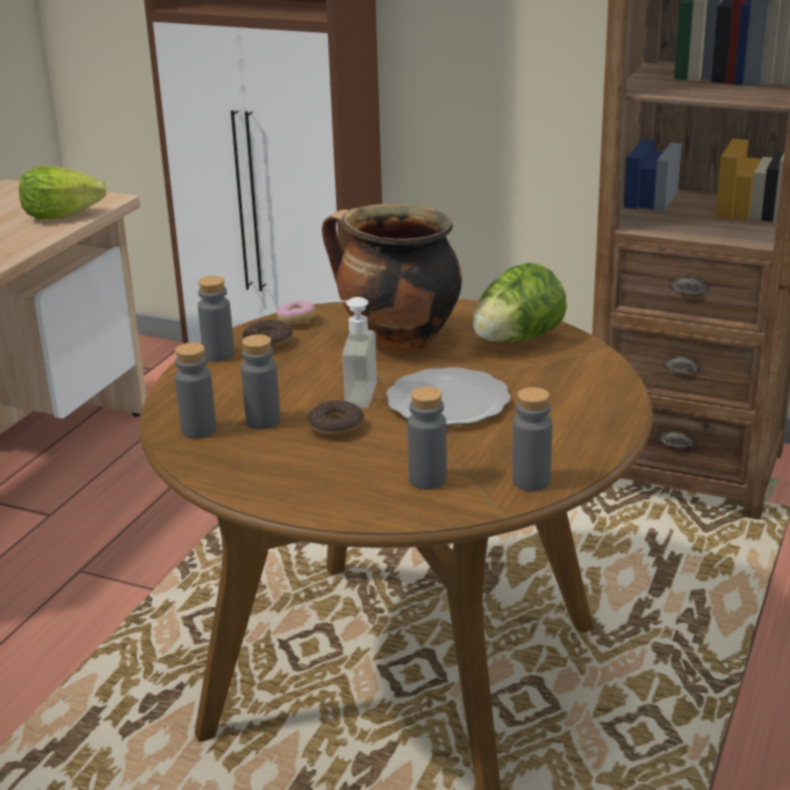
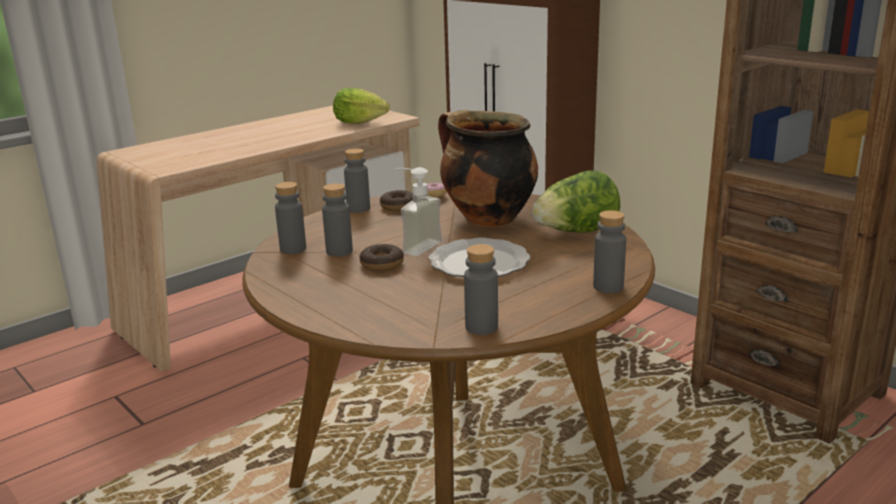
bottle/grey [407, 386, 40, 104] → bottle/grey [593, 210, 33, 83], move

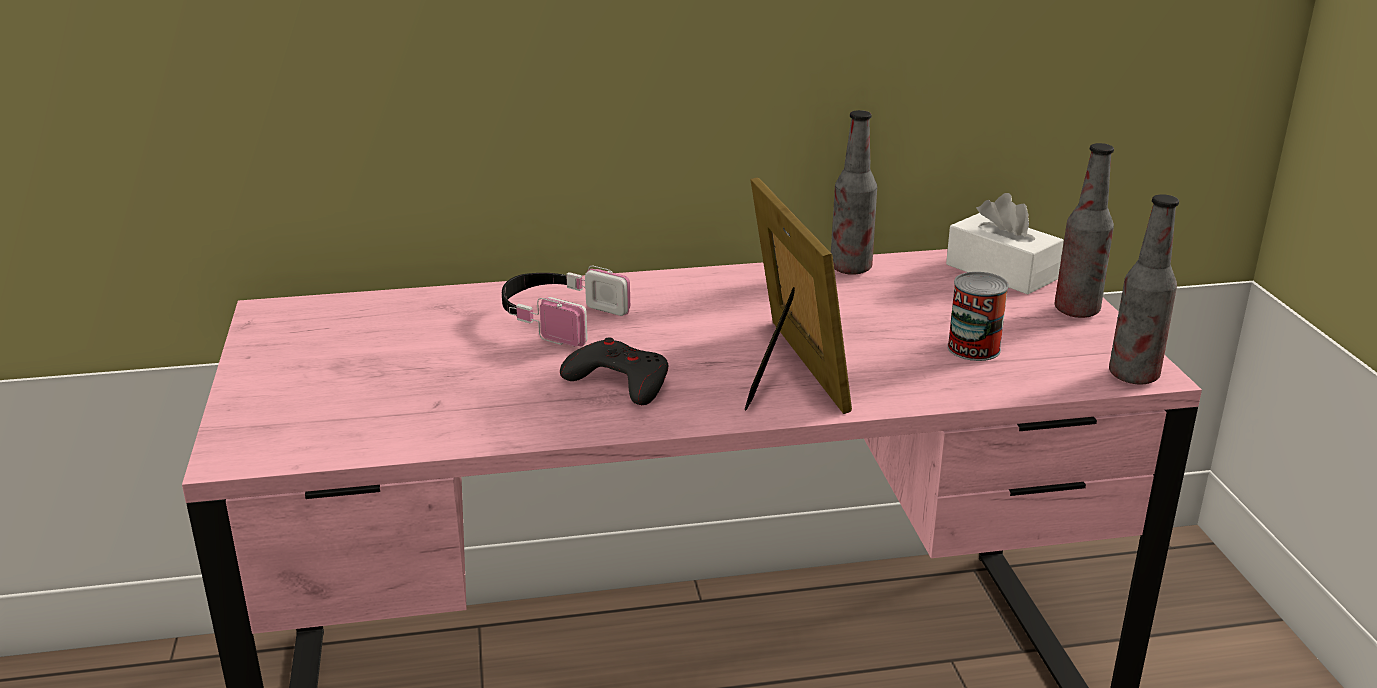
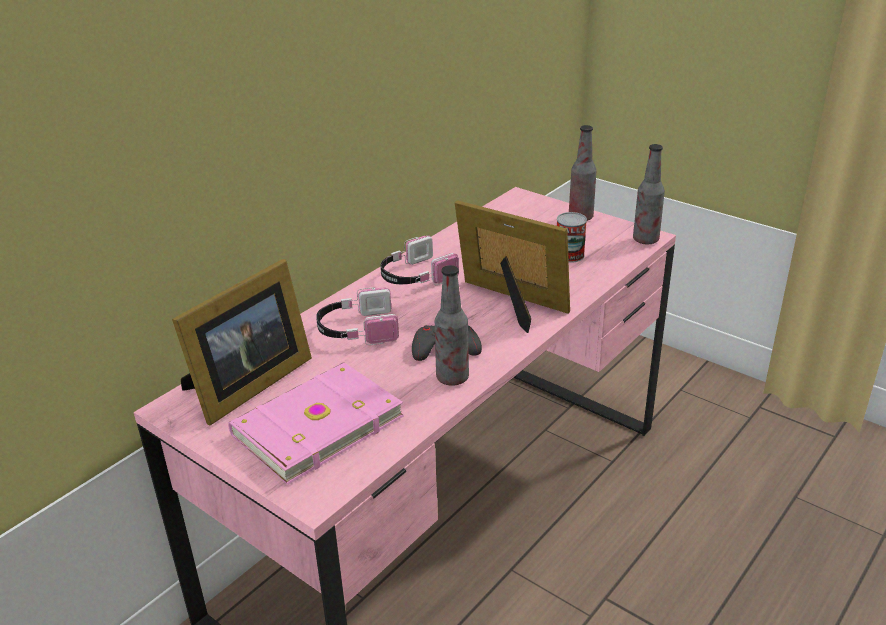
bottle [831, 110, 46, 165] → bottle [435, 265, 34, 121], move
tissue box/white [946, 193, 118, 102] → -
- → headphones [380, 235, 79, 50]
- → picture frame [172, 259, 140, 166]
- → book/pink [228, 362, 176, 123]

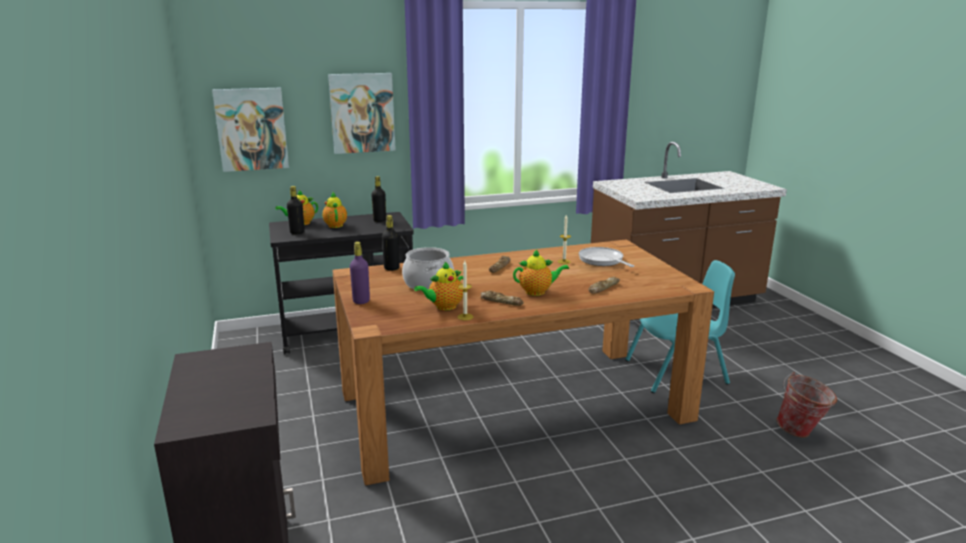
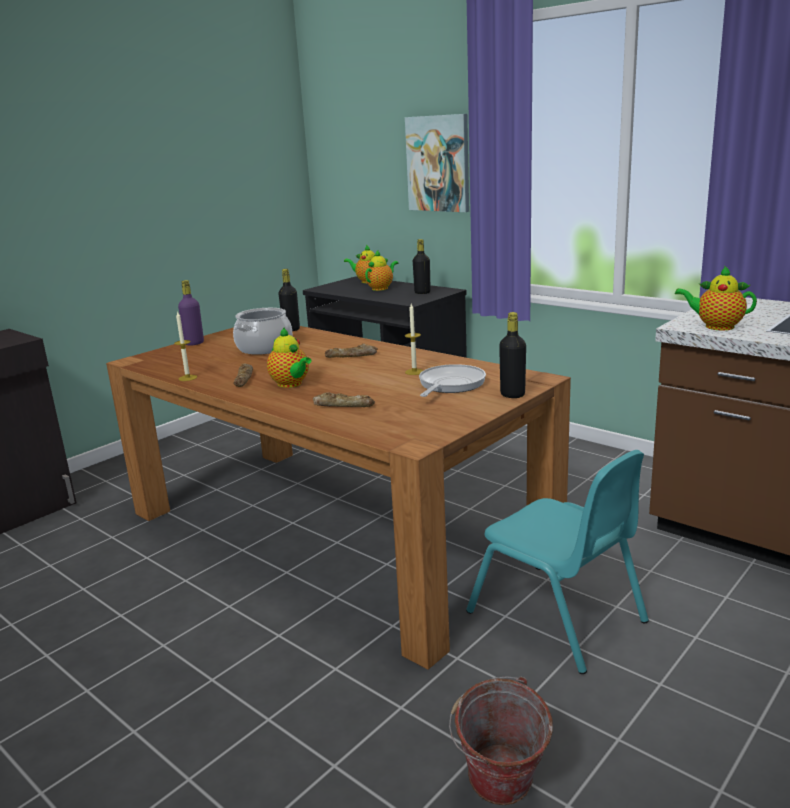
picture [212, 88, 77, 84] → -
bottle/black [287, 186, 18, 48] → bottle/black [499, 312, 27, 86], move
teapot [414, 261, 49, 50] → teapot [675, 265, 82, 65], move

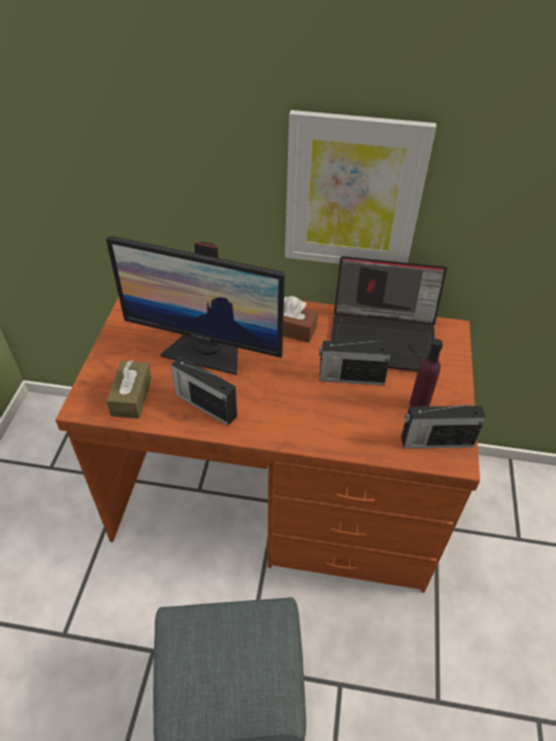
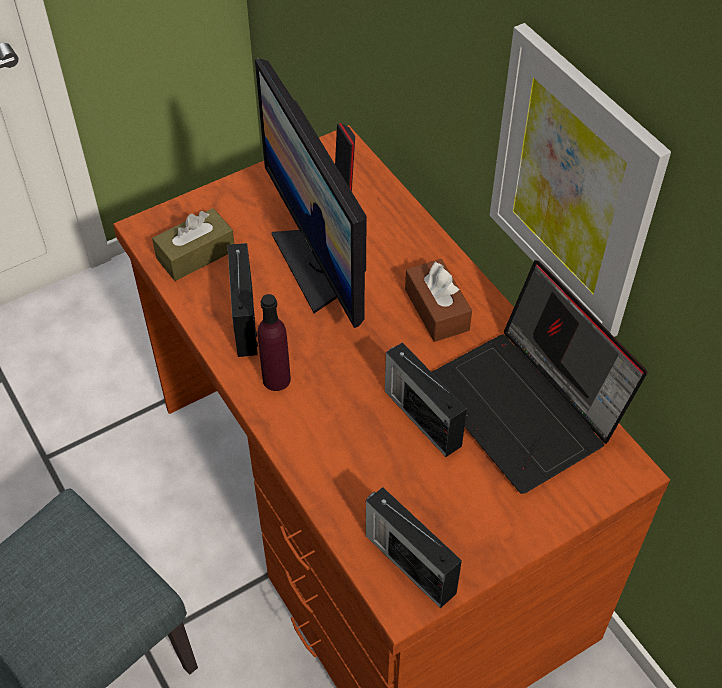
bottle/purple [410, 339, 33, 68] → bottle/purple [257, 294, 34, 97], move

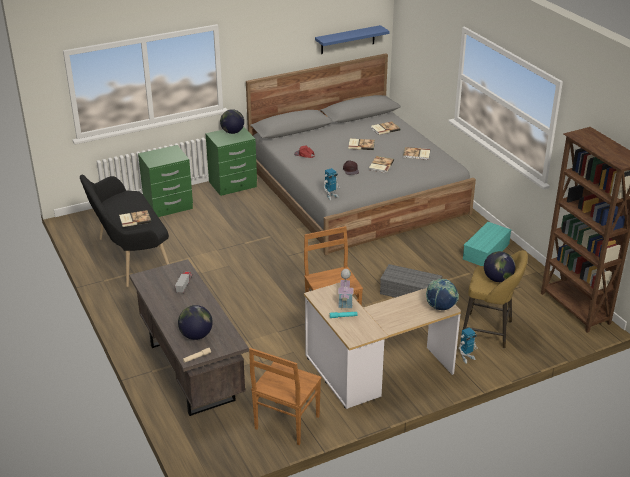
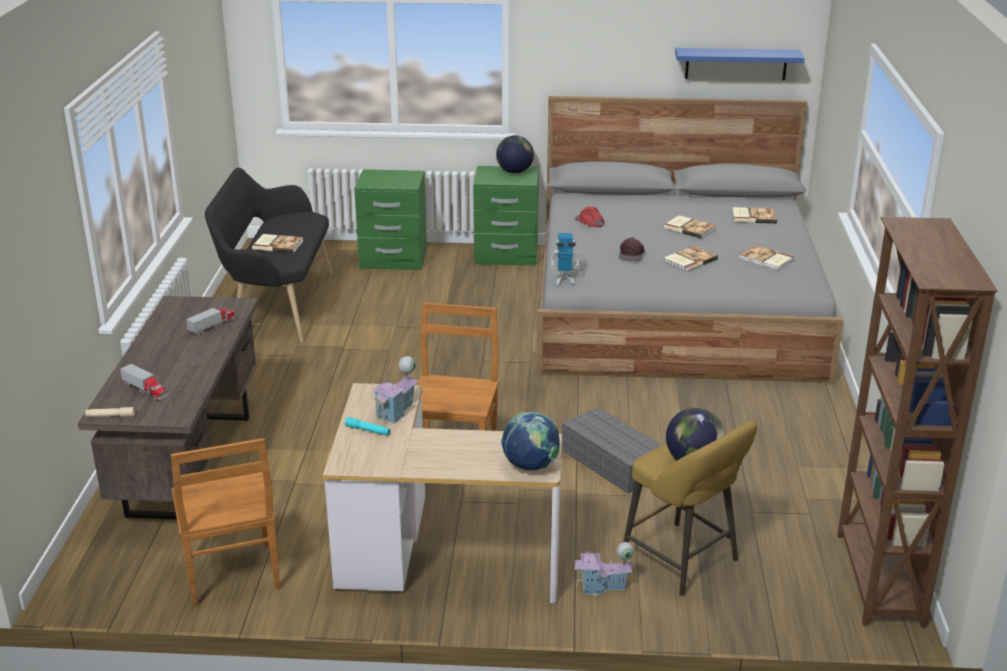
storage box/turquoise [463, 222, 48, 44] → -
globe [178, 305, 35, 35] → toy truck [120, 364, 48, 36]
toy robot [458, 327, 20, 37] → toy house [575, 541, 59, 55]
chair/brown [249, 348, 73, 97] → chair/brown [171, 438, 109, 169], 75 degrees counterclockwise

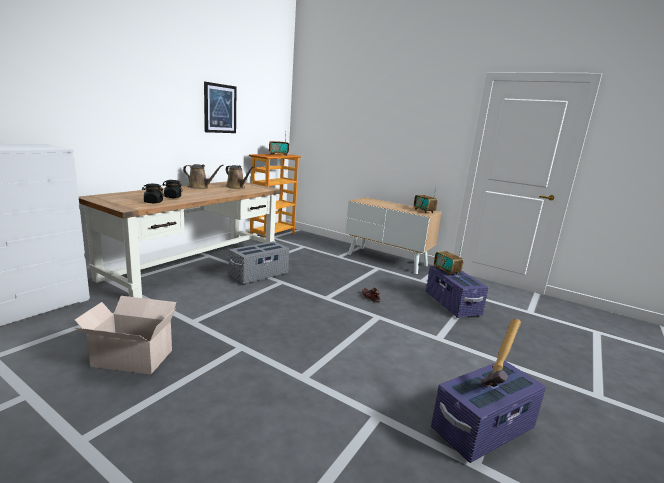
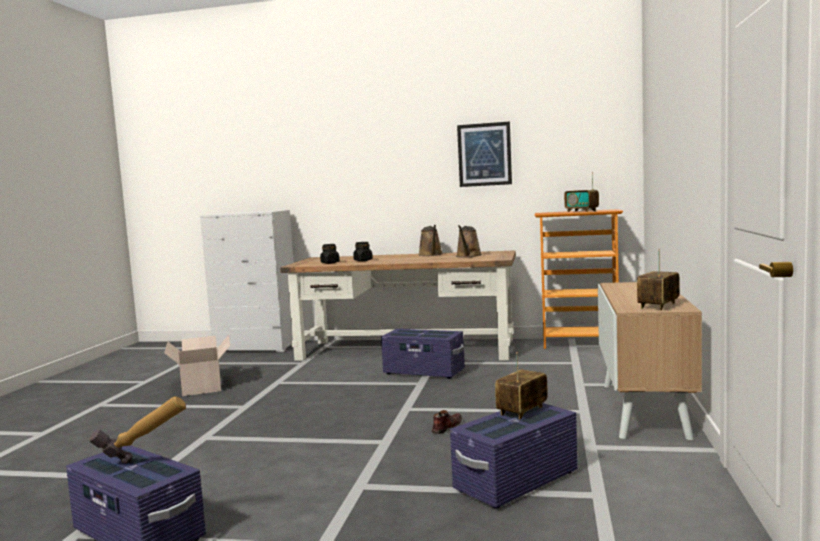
storage box/grey [229, 241, 61, 44] → storage box/purple [381, 329, 84, 50]

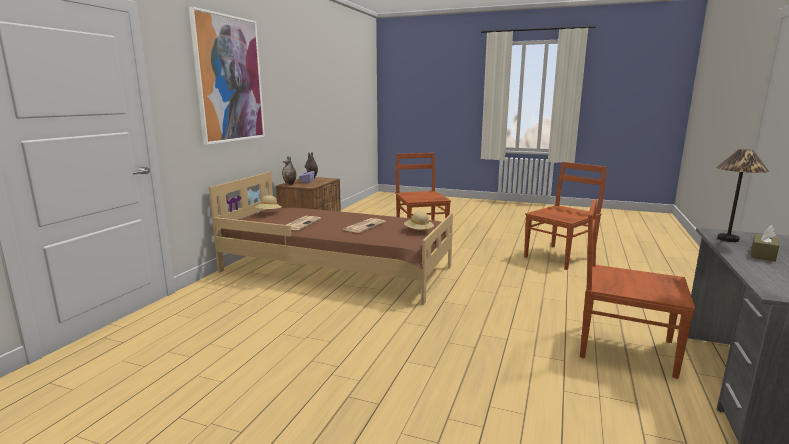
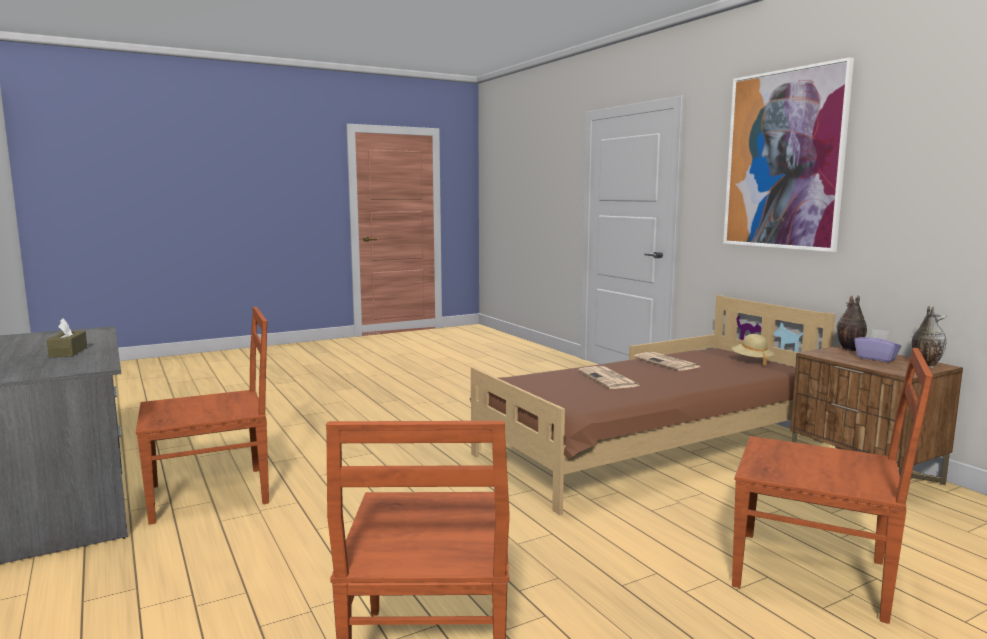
table lamp [716, 149, 53, 93] → -
hat/beige [404, 211, 30, 24] → -

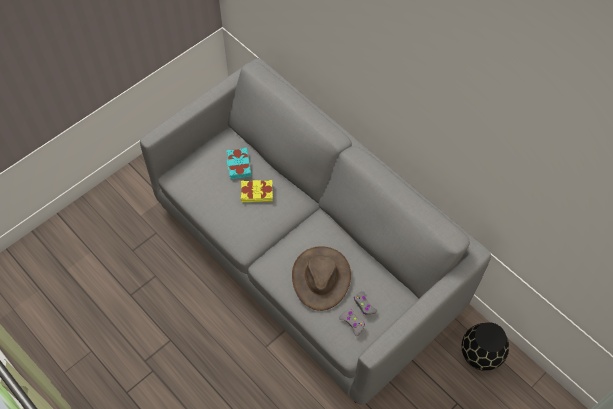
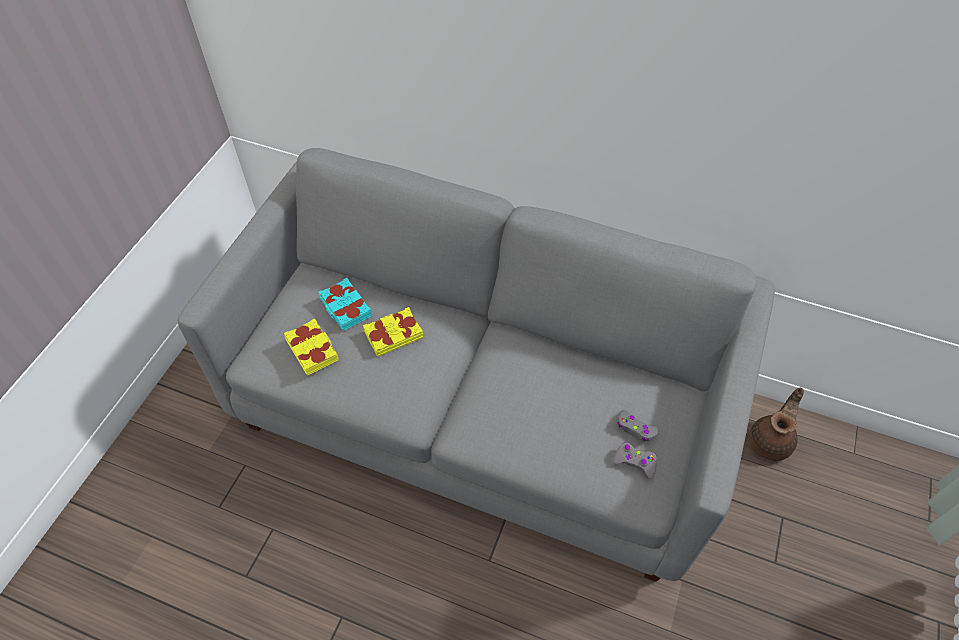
hat/brown [292, 246, 59, 65] → -
vase/black [462, 322, 47, 49] → teapot/brown [749, 387, 55, 74]
- → book/yellow [284, 318, 55, 58]

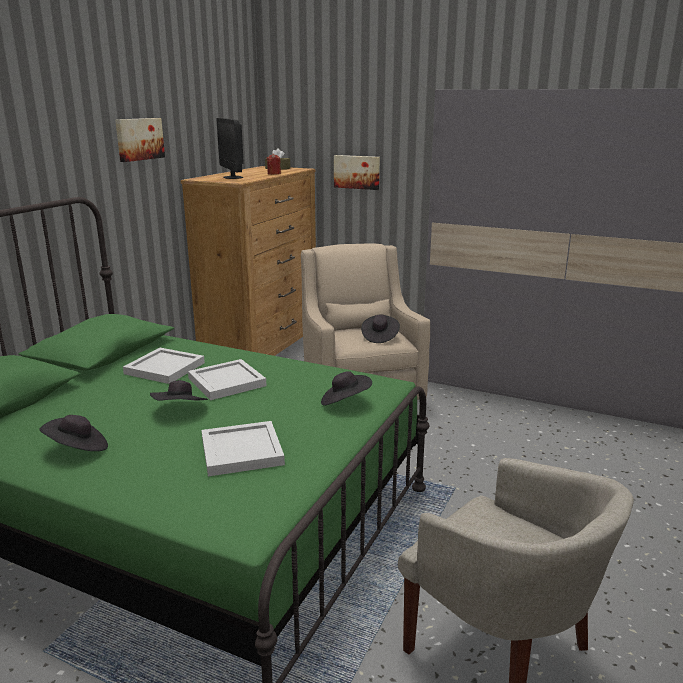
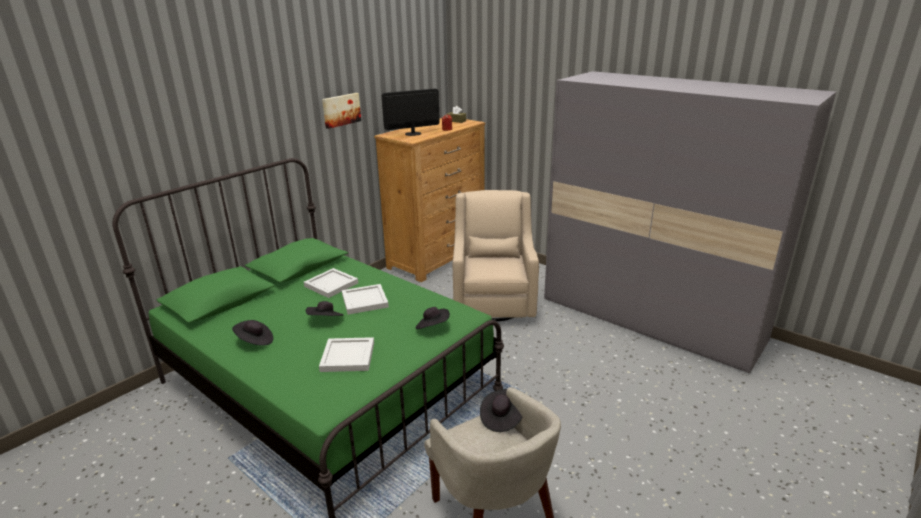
monitor [217, 118, 27, 61] → monitor [382, 88, 57, 48], 75 degrees clockwise
picture [334, 155, 46, 35] → -
hat/black [361, 314, 39, 29] → hat/black [480, 389, 43, 43], move

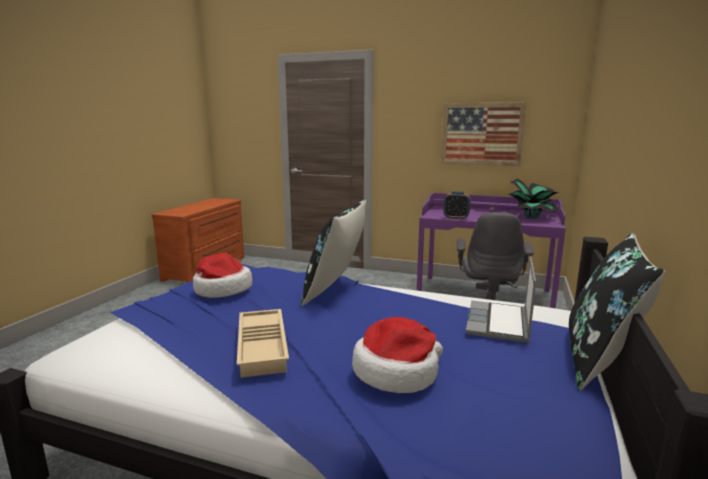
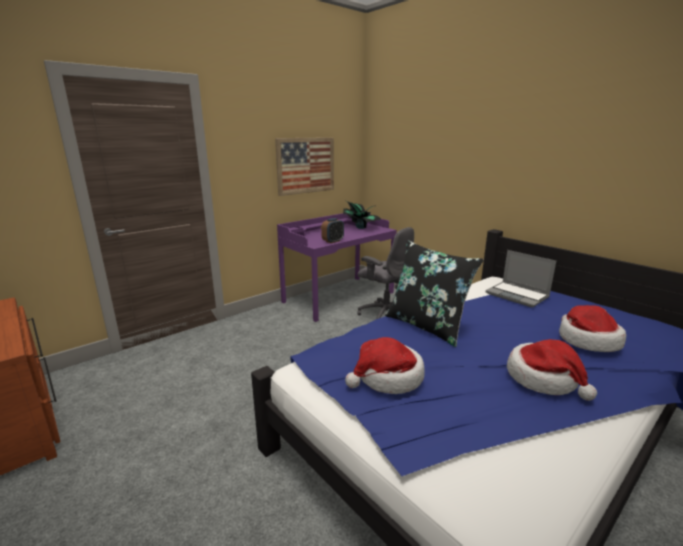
pillow/black [569, 233, 96, 157] → -
tray/beige [237, 309, 52, 69] → hat [507, 339, 90, 62]

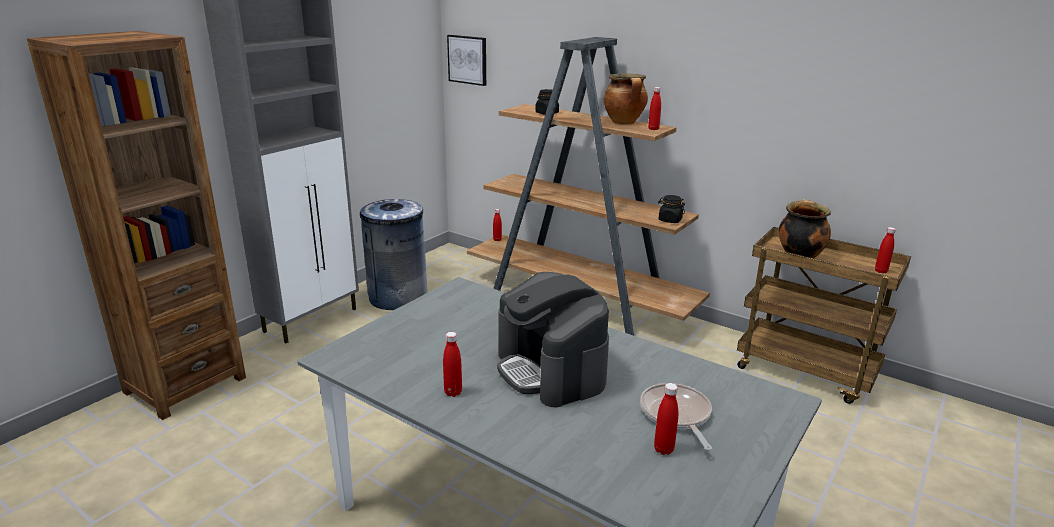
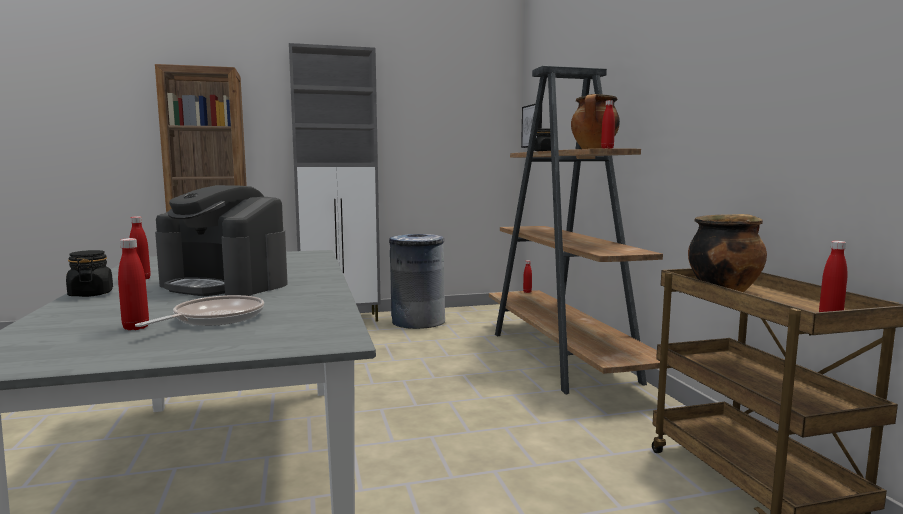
jar/black [658, 195, 27, 28] → jar/black [66, 250, 47, 47], move
coffee machine [497, 272, 112, 136] → coffee machine [155, 185, 133, 111], 75 degrees counterclockwise

